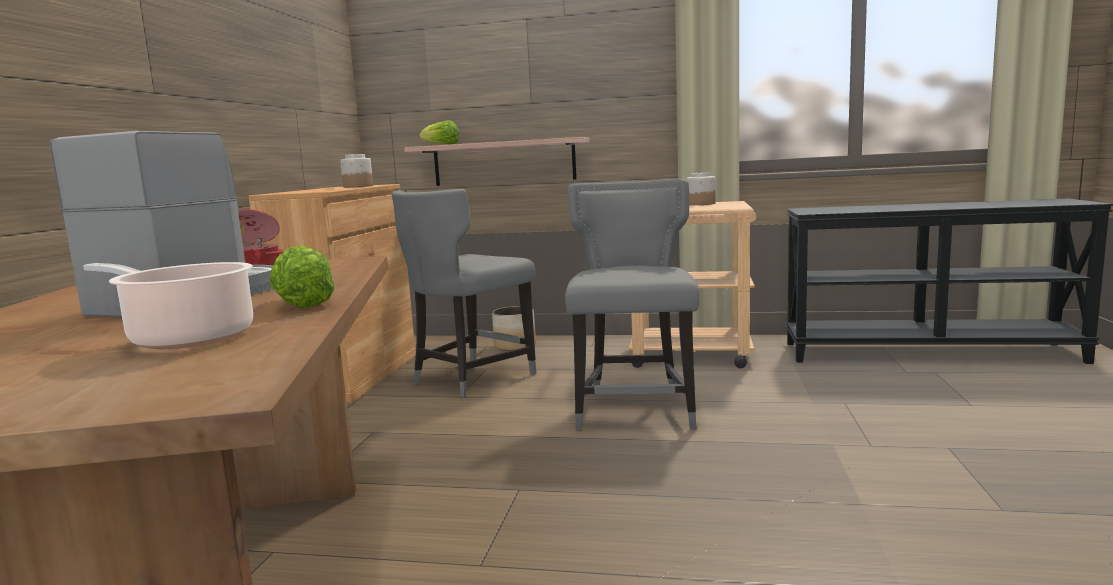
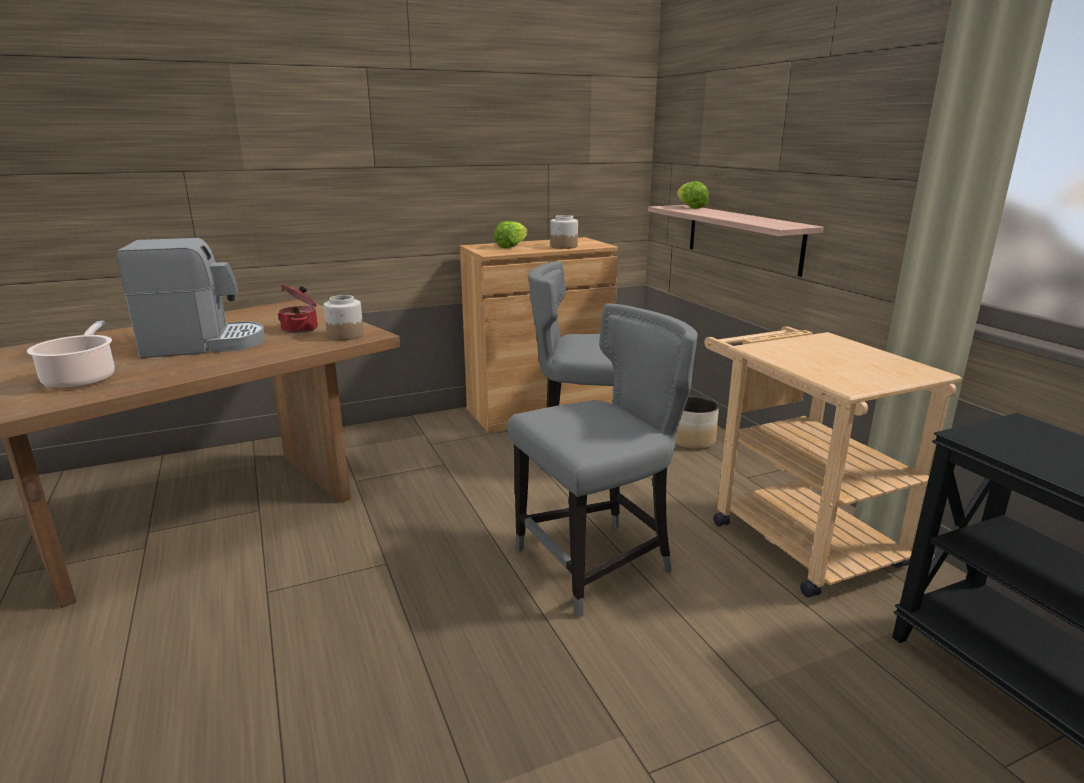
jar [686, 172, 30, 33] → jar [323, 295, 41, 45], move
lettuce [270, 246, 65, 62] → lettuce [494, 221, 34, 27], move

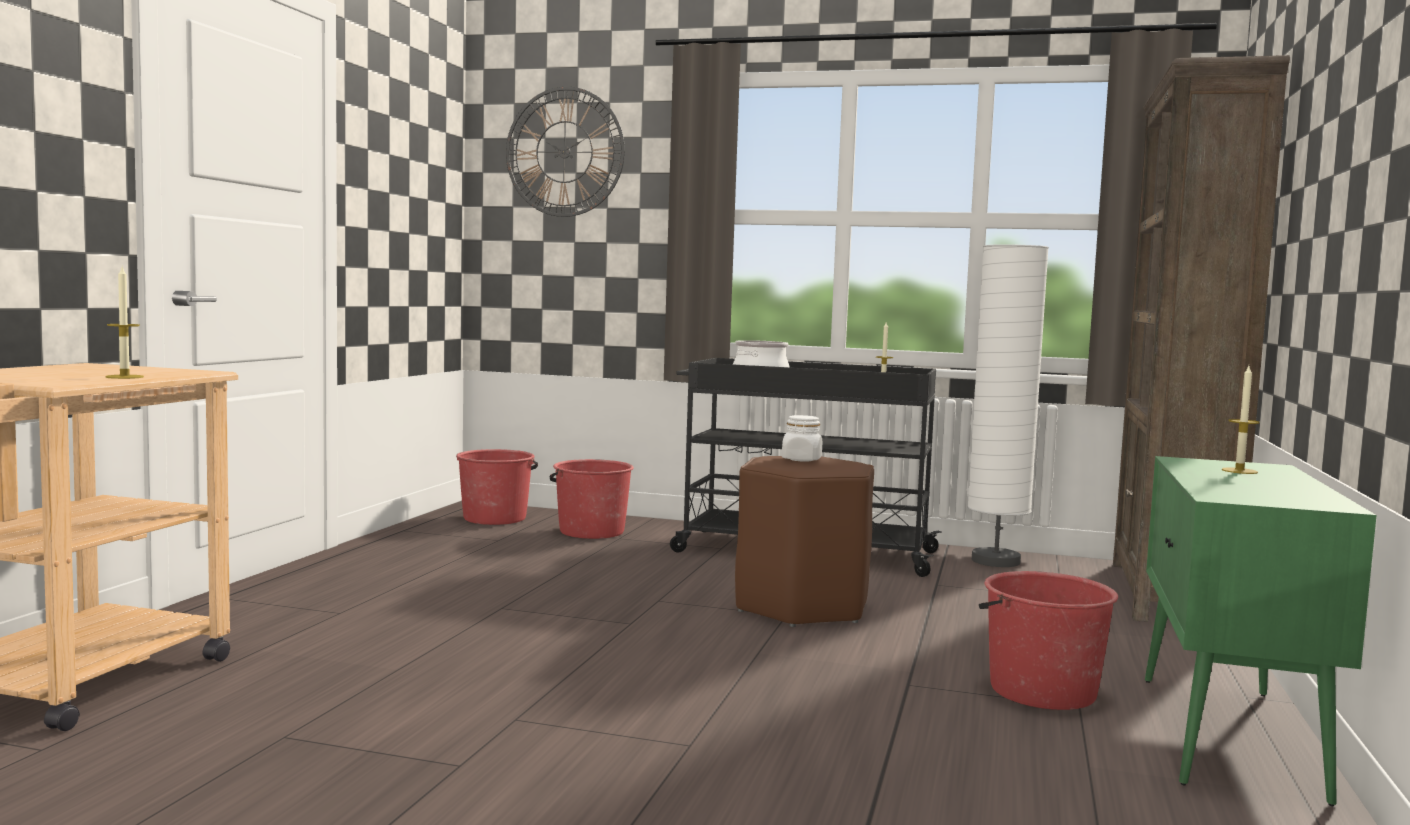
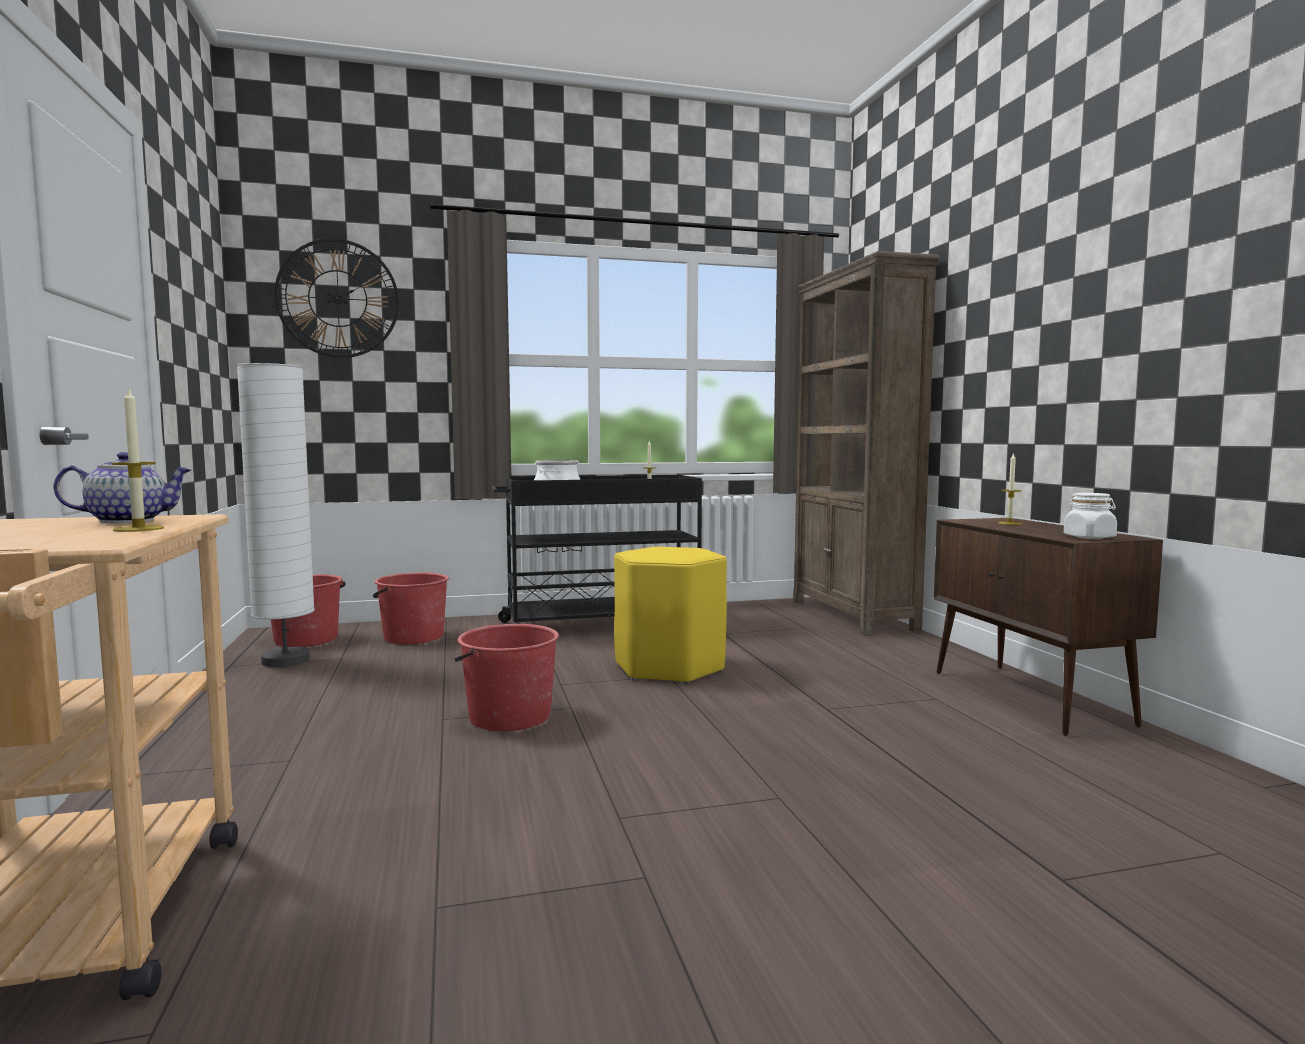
floor lamp/white [967, 244, 82, 323] → floor lamp/white [237, 363, 78, 304], move
jar/white [782, 415, 40, 47] → jar/white [1064, 493, 53, 46], move
stool/brown [735, 456, 139, 171] → stool/yellow [614, 547, 113, 137]
cabinet/green [1145, 456, 232, 350] → cabinet/brown [934, 518, 229, 218]
bucket/red [979, 571, 139, 139] → bucket/red [454, 624, 105, 107], move
- → teapot [53, 452, 139, 71]

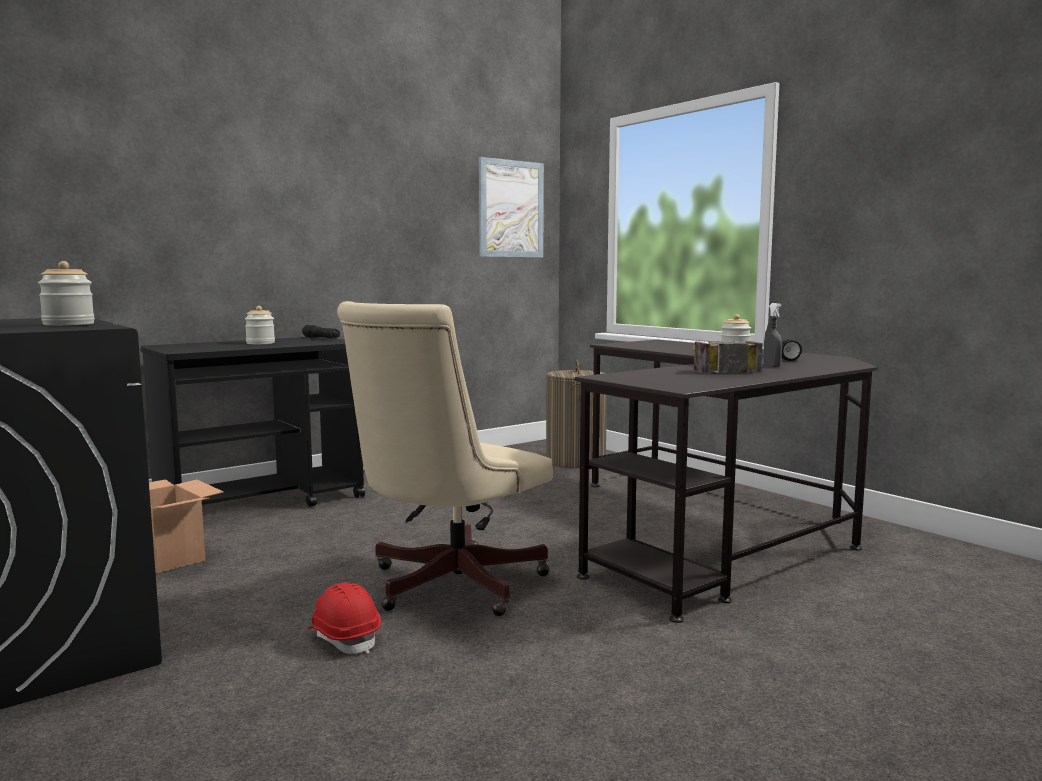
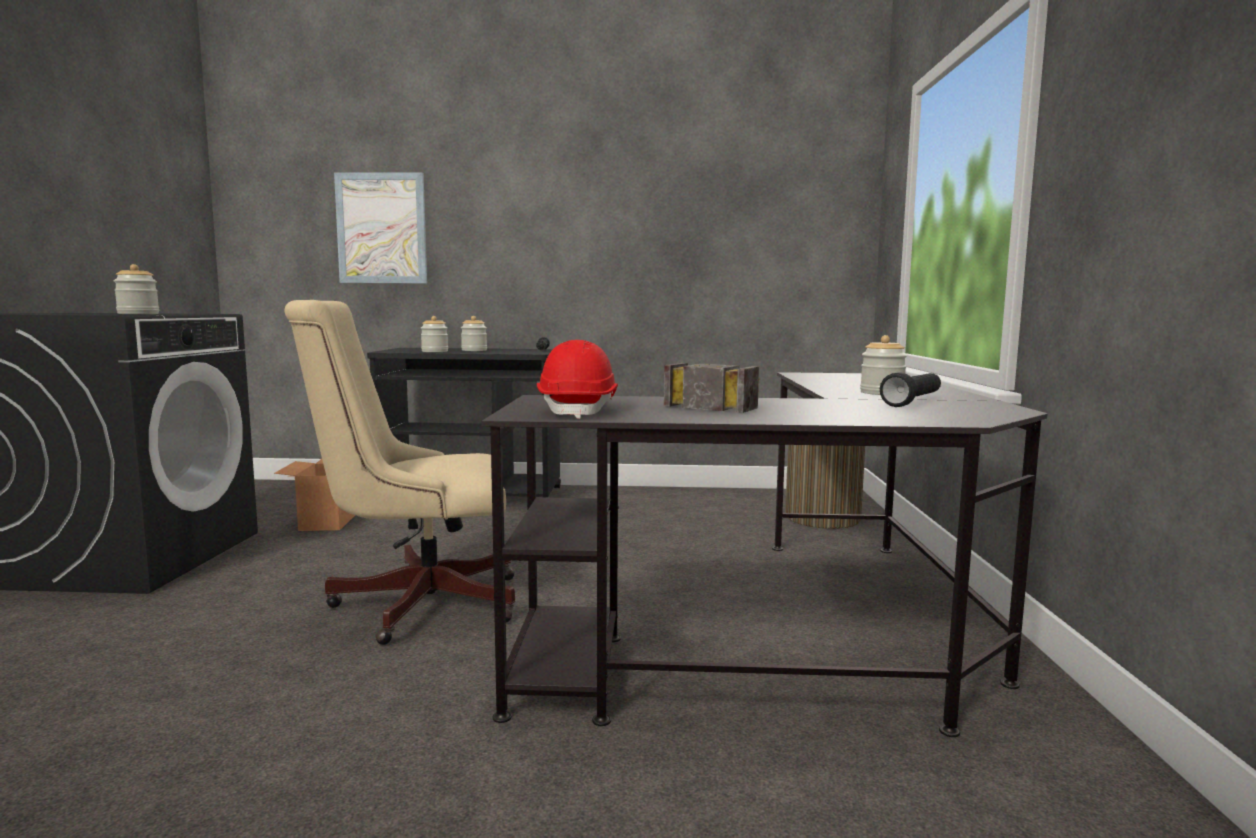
picture [479, 157, 65, 101] → picture [334, 172, 93, 111], move
spray bottle/grey [763, 303, 19, 64] → -
hard hat/red [308, 583, 73, 71] → hard hat/red [537, 340, 81, 79], move
- → jar [421, 316, 27, 36]

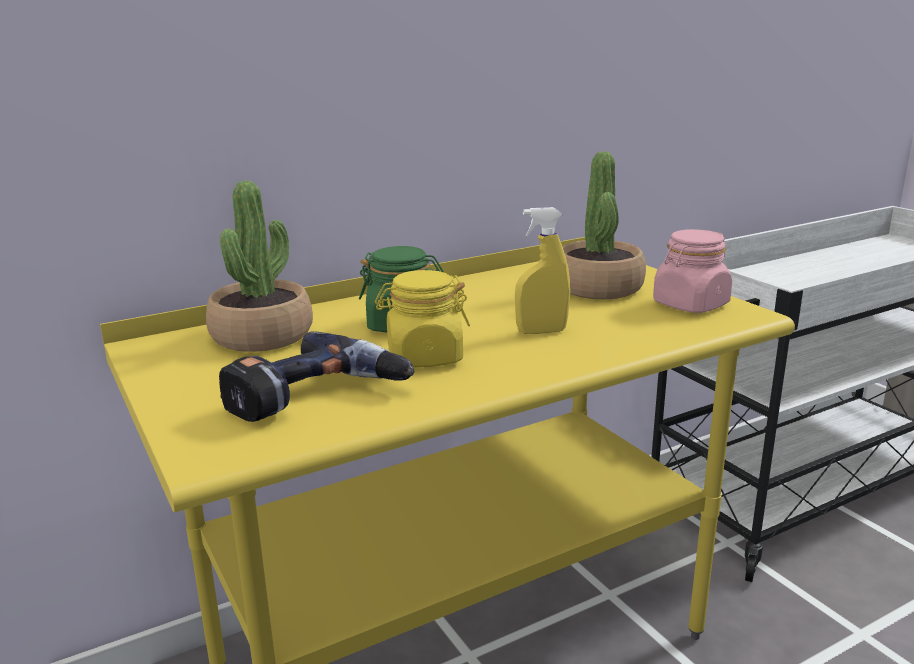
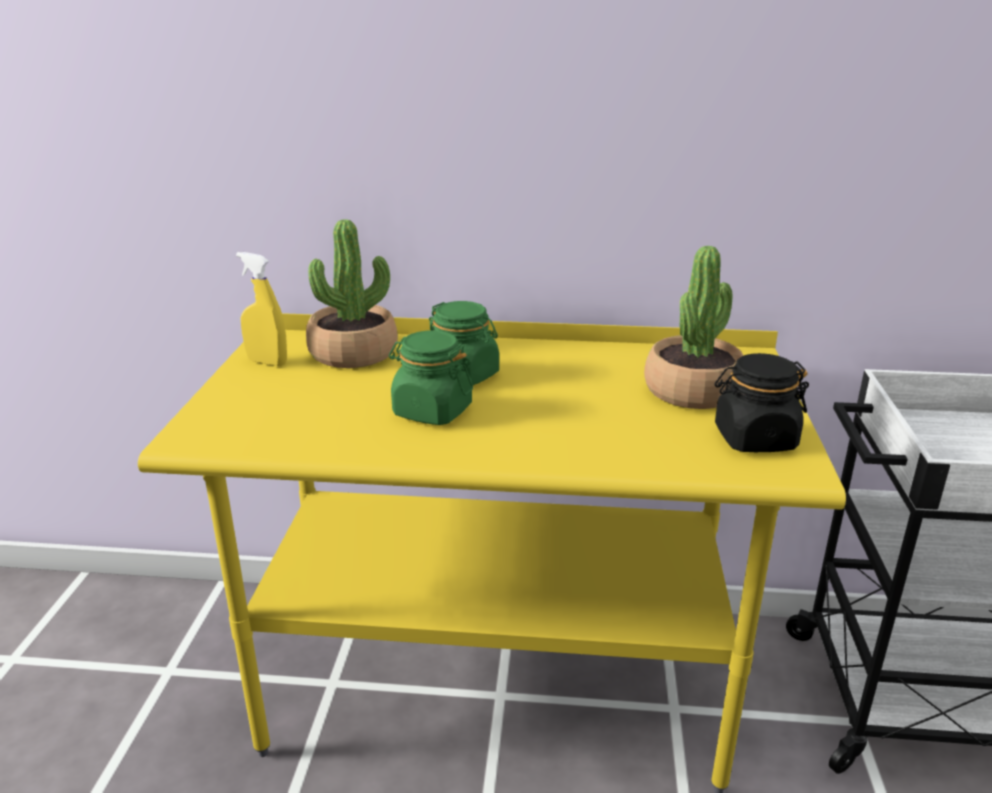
spray bottle/yellow [515, 207, 55, 127] → spray bottle/yellow [236, 252, 51, 114], move
jar/pink [653, 229, 79, 84] → jar/black [715, 353, 94, 99]
jar/yellow [375, 270, 95, 97] → jar/green [389, 330, 84, 95]
power drill [219, 331, 195, 91] → -

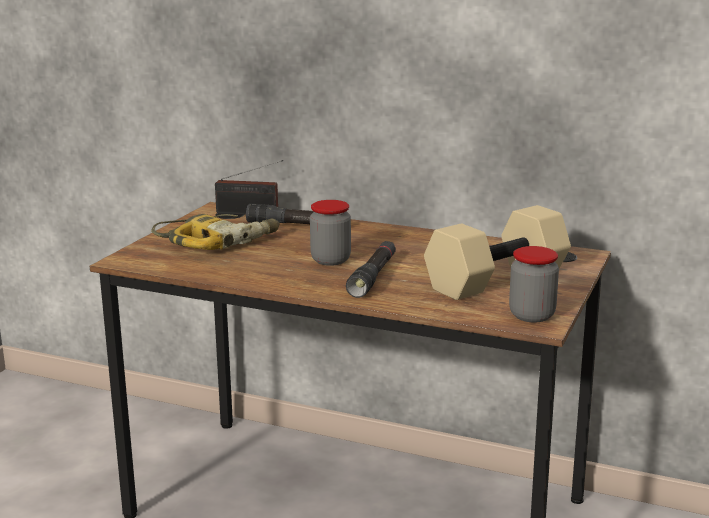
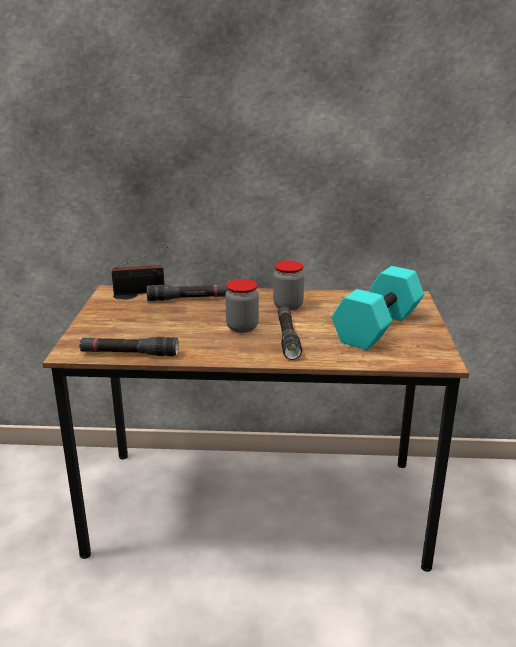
dumbbell/beige [424, 205, 147, 95] → dumbbell/turquoise [332, 266, 92, 84]
power drill [151, 214, 129, 36] → -
jar [509, 246, 50, 76] → jar [273, 261, 31, 50], move
- → flashlight/black [79, 337, 99, 19]

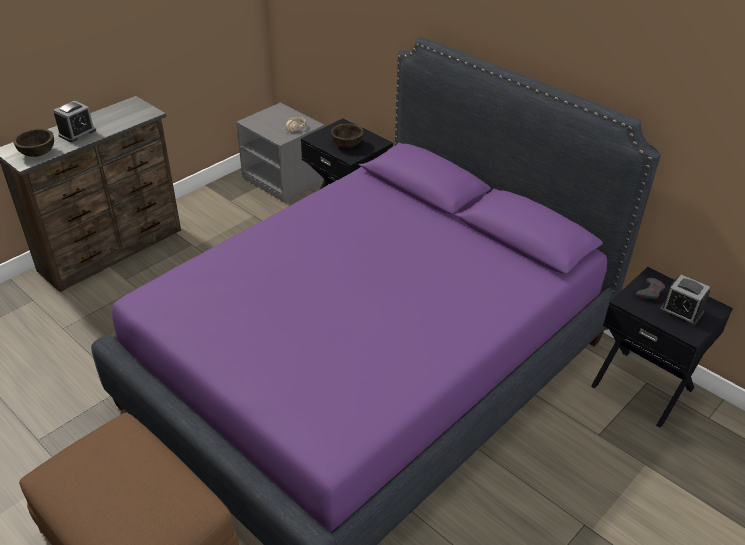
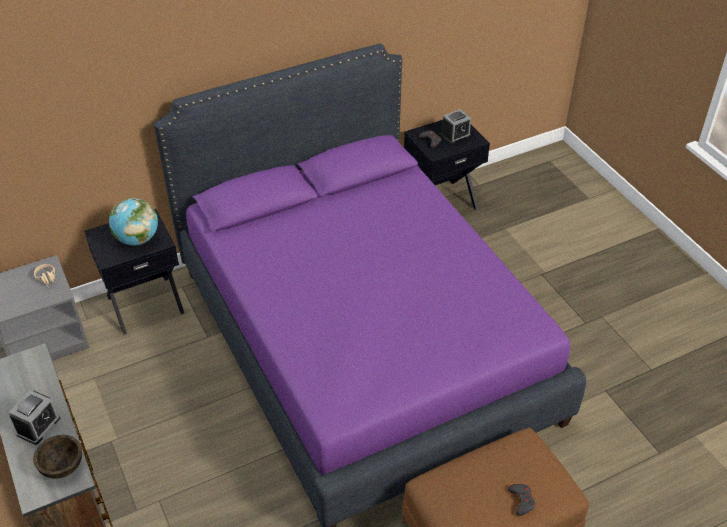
alarm clock [53, 101, 43, 41] → alarm clock [8, 390, 52, 55], 60 degrees clockwise
bowl/brown [331, 123, 33, 25] → globe [109, 198, 49, 47]
- → game controller/grey [508, 484, 28, 32]

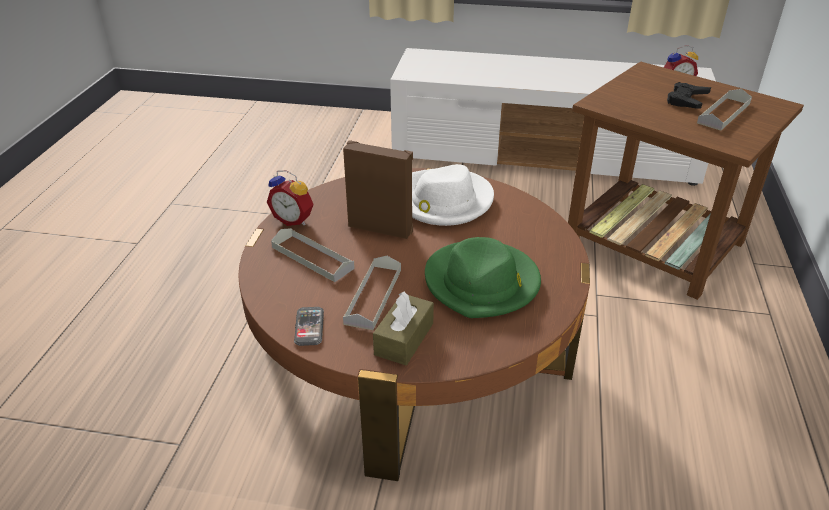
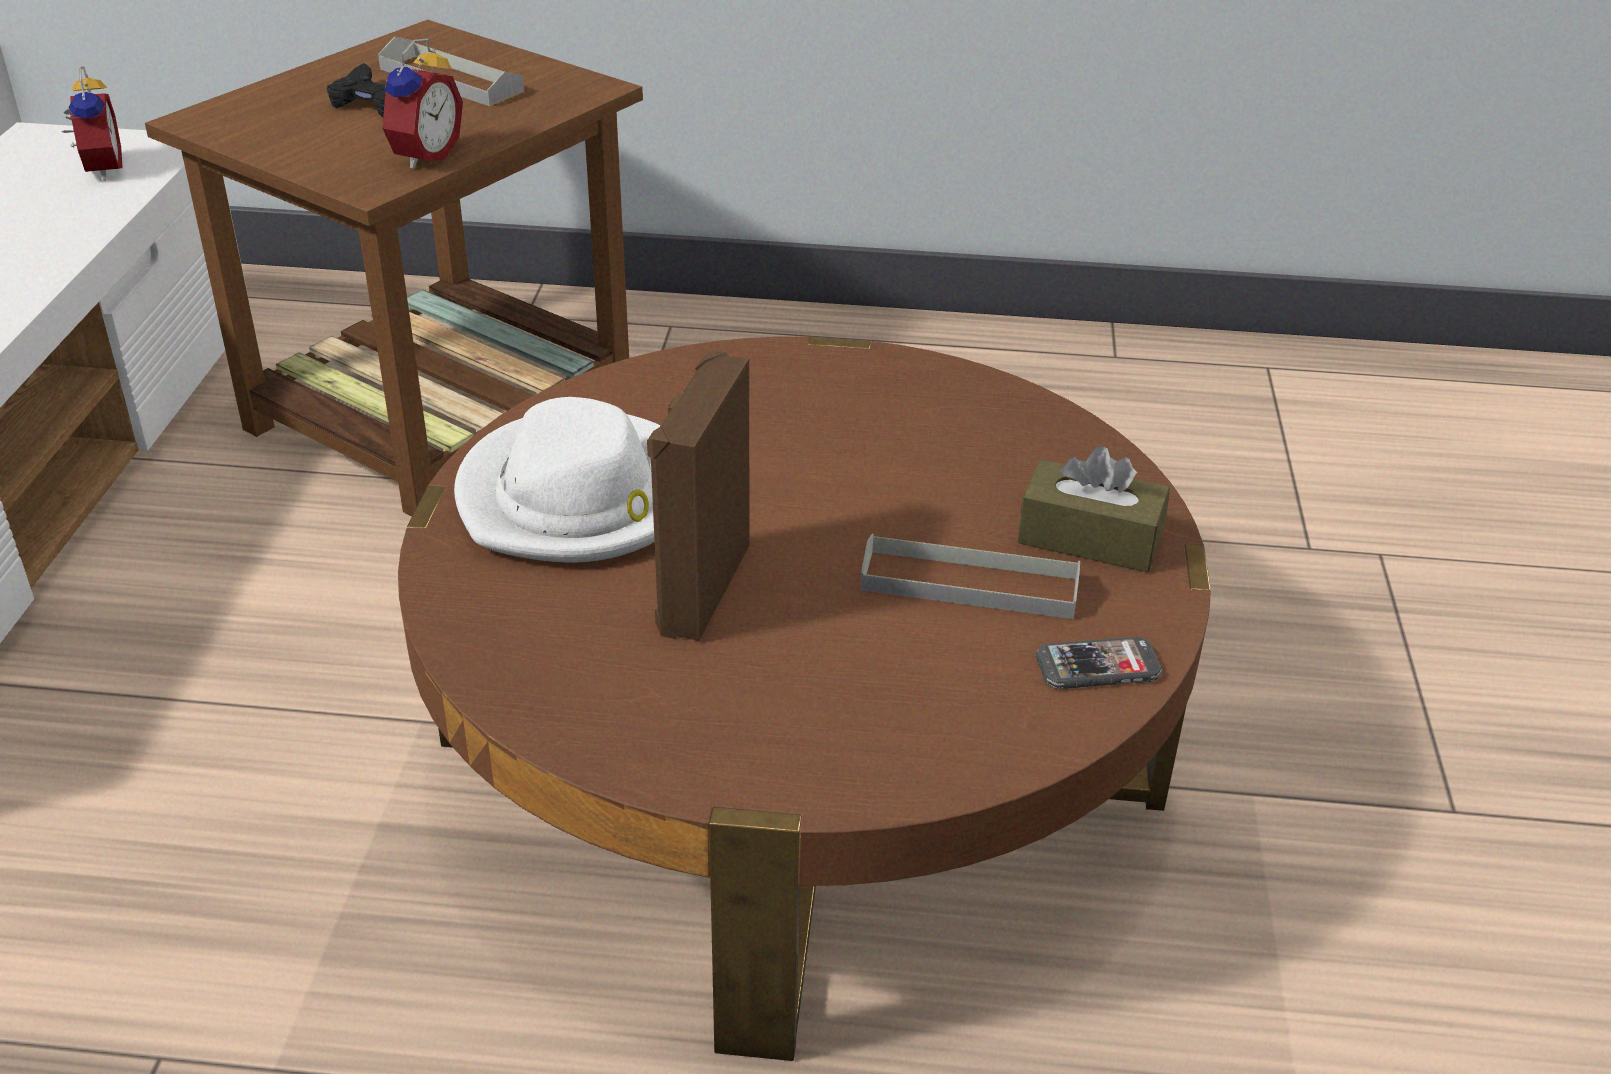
alarm clock [267, 170, 47, 56] → alarm clock [379, 39, 84, 130], move
tray/grey [271, 228, 84, 54] → -
hat/green [425, 237, 116, 81] → -

